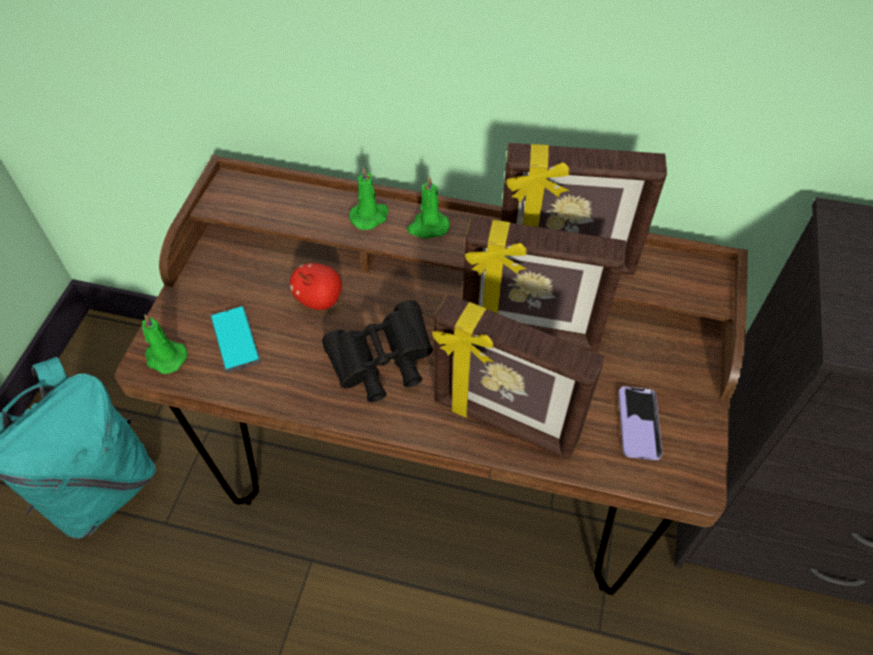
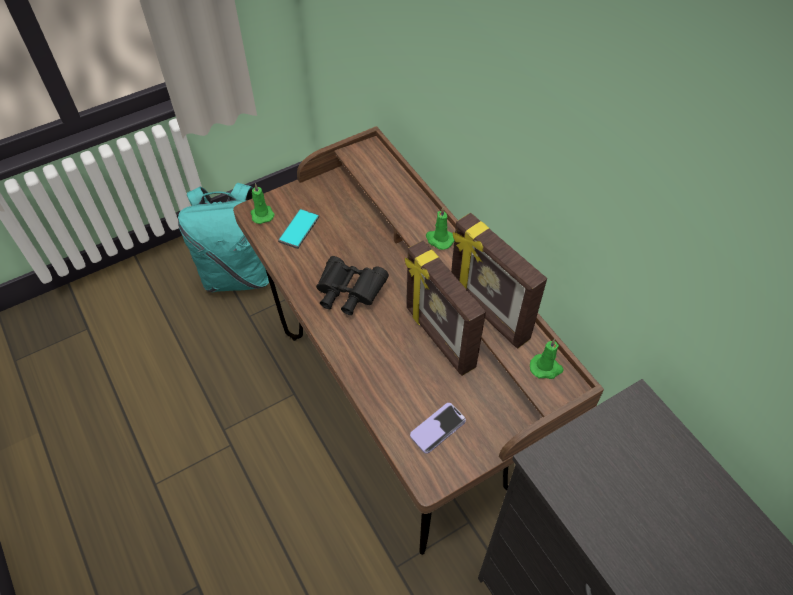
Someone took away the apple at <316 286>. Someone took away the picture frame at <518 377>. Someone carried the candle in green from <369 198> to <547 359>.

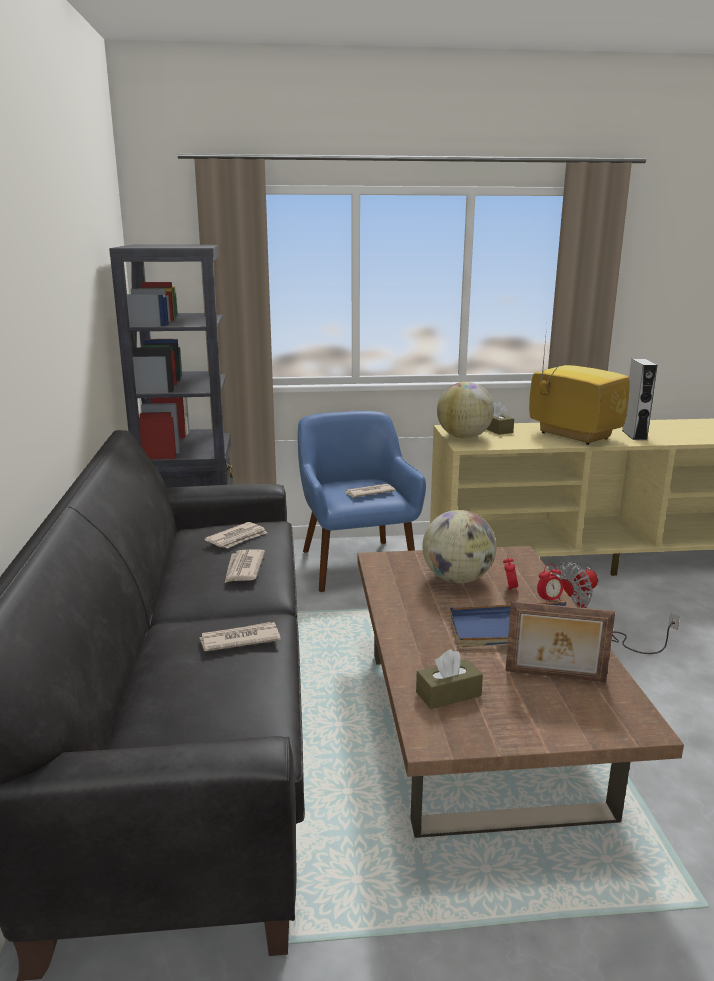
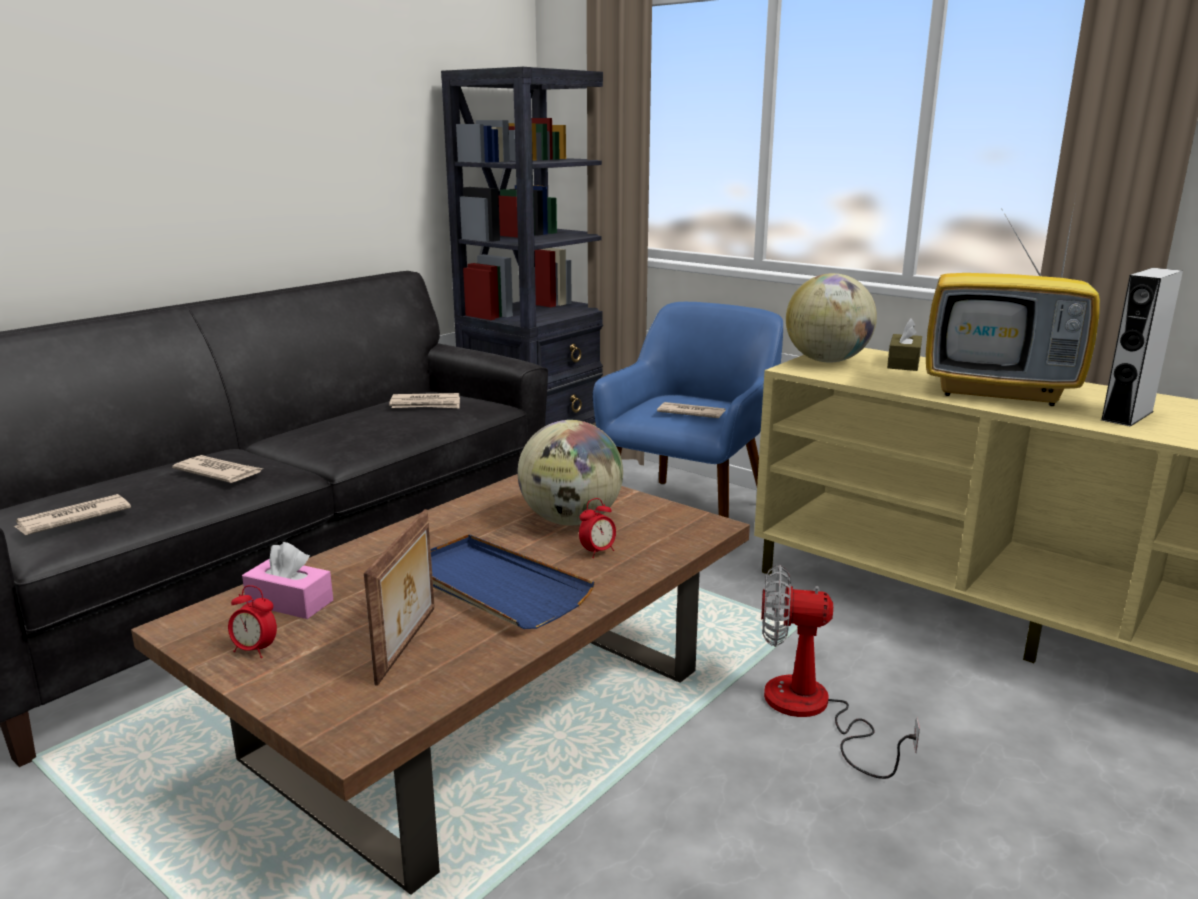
Someone carried the newspaper from <245 566> to <72 514>. Someone carried the alarm clock from <550 583> to <252 621>. Someone repainted the tissue box in brown at <449 679>, which became the tissue box in pink at <287 580>. Someone rotated the picture frame at <560 641> by 135 degrees counterclockwise. Someone rotated the television at <579 386> by 105 degrees clockwise.

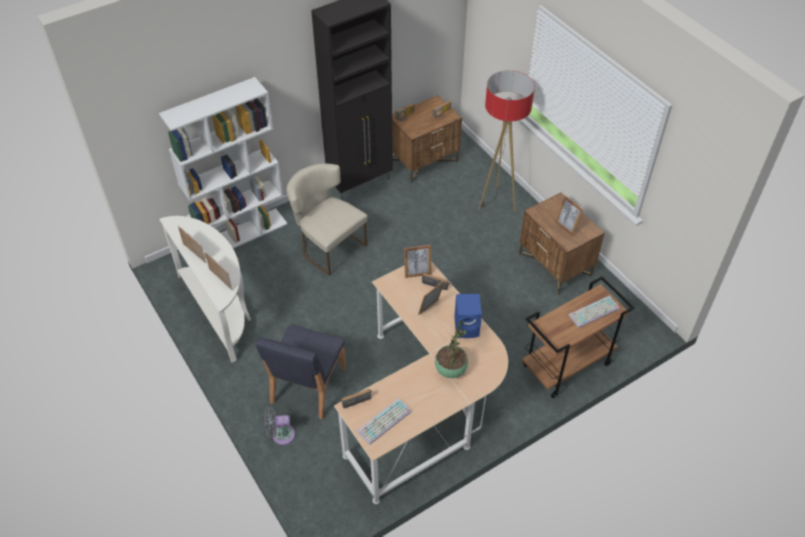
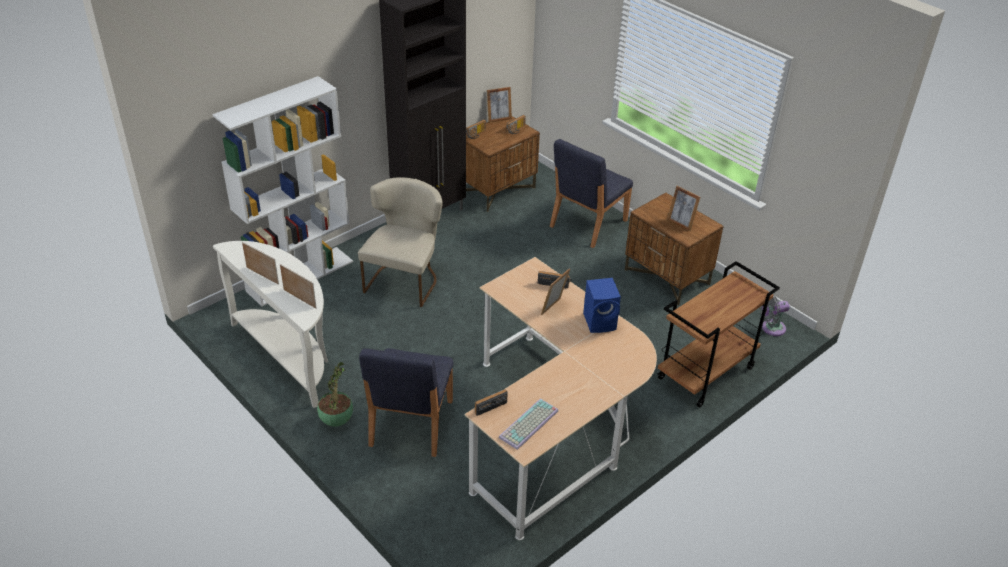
Someone took away the keyboard at <594 312>. Someone carried the fan in grey from <280 425> to <774 316>. Someone carried the picture frame from <418 261> to <499 105>. Someone carried the potted plant from <451 350> to <335 394>. Someone swapped the floor lamp at <506 141> for the chair in blue at <591 193>. Someone rotated the chair in beige at <326 219> by 75 degrees clockwise.

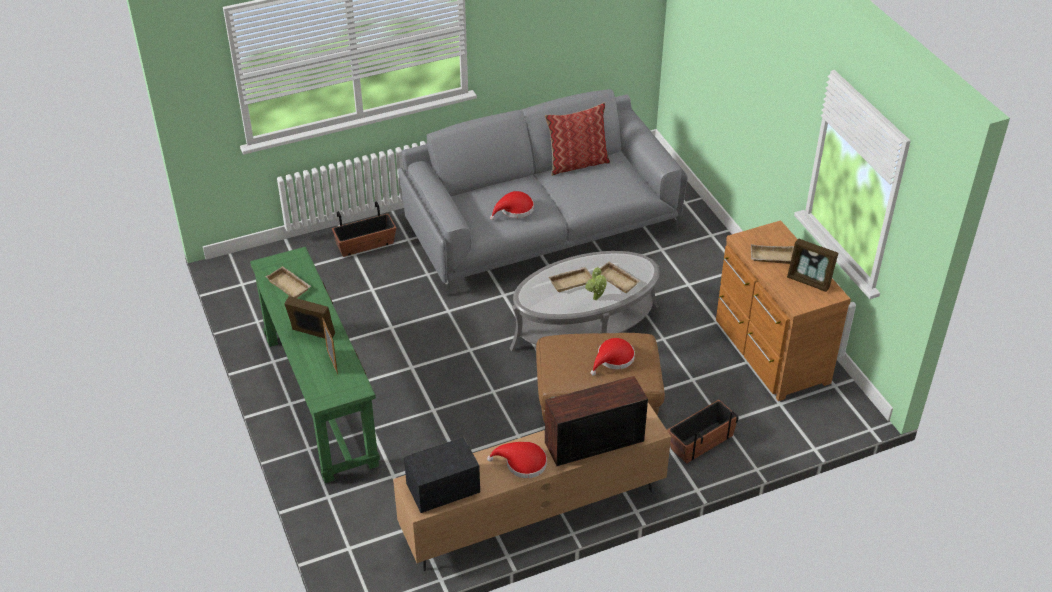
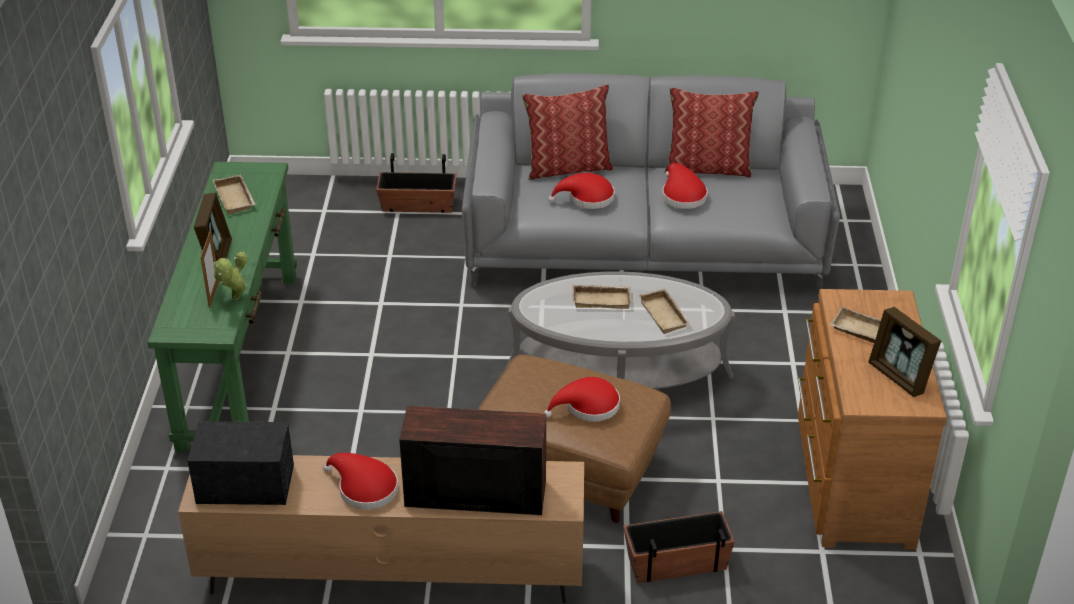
Someone put down the pillow at <567 132>. Someone put down the hat in red at <685 186>. Someone carried the potted plant from <596 283> to <230 275>. Someone rotated the picture frame at <309 317> by 45 degrees clockwise.

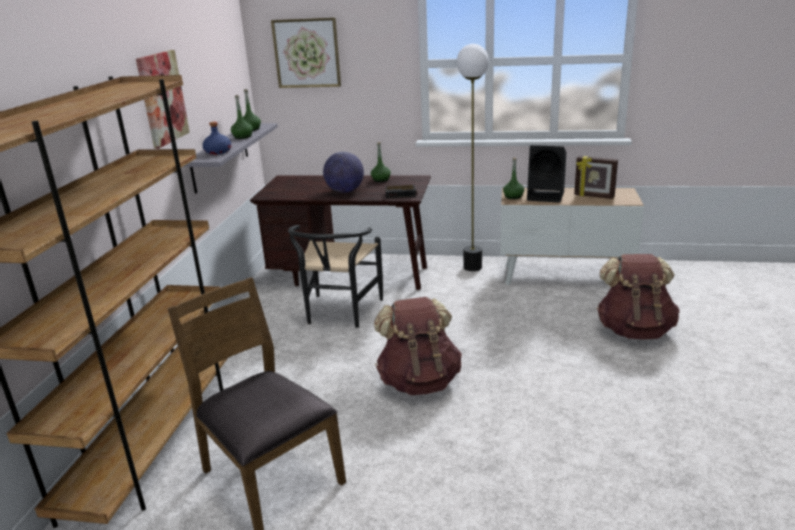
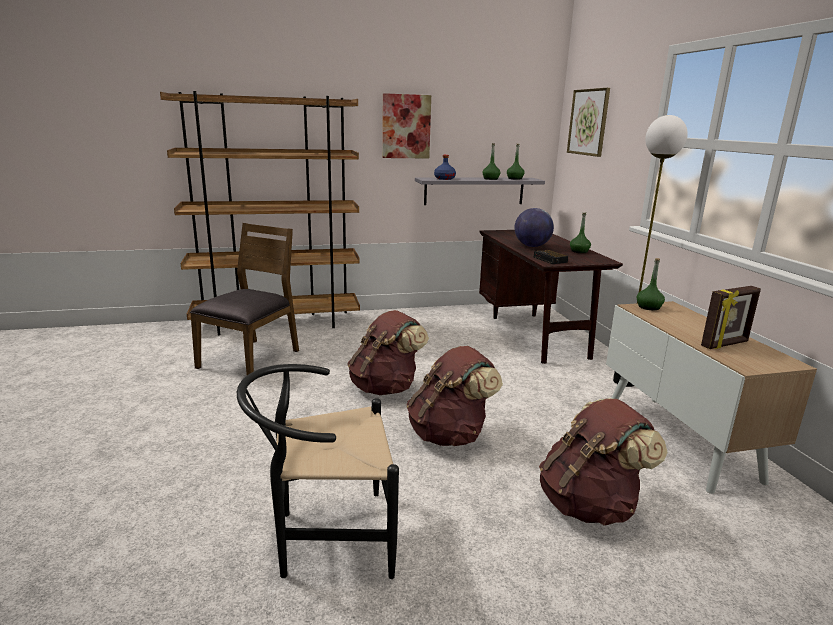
Someone took away the speaker in black at <546 174>. Someone put down the backpack in brown at <454 396>. Someone carried the chair in black from <335 276> to <318 471>. Someone rotated the picture frame at <596 177> by 120 degrees counterclockwise.

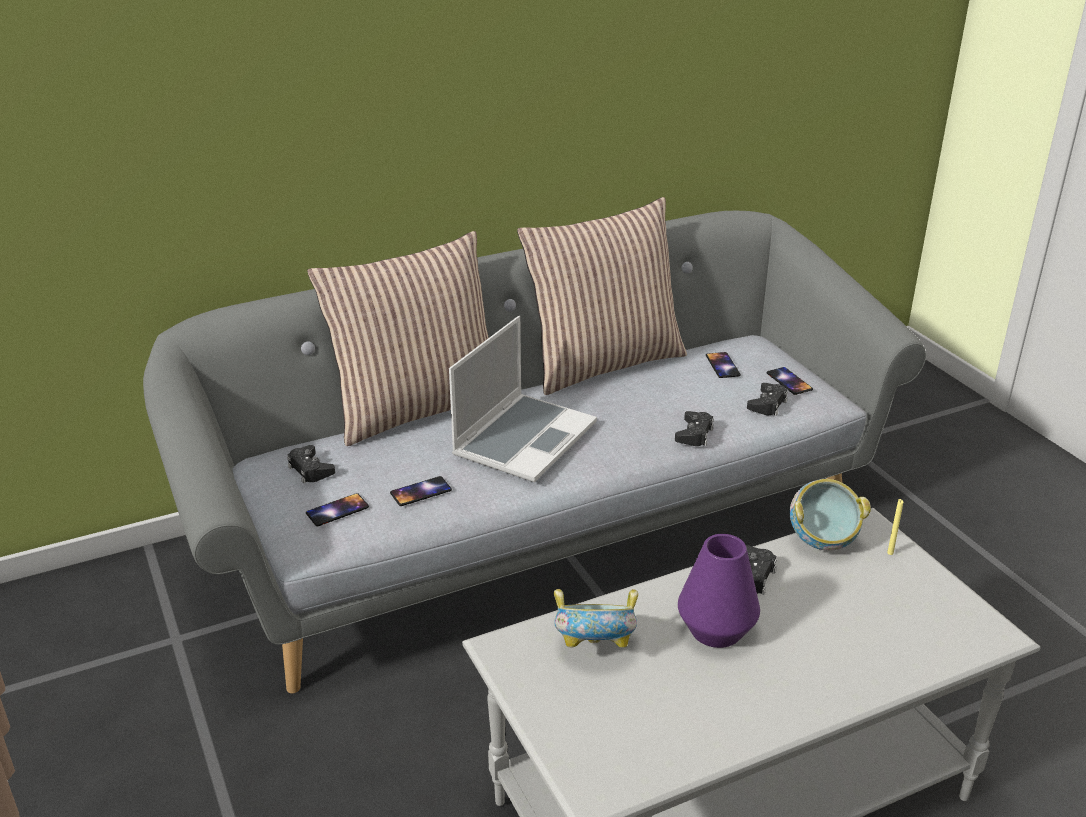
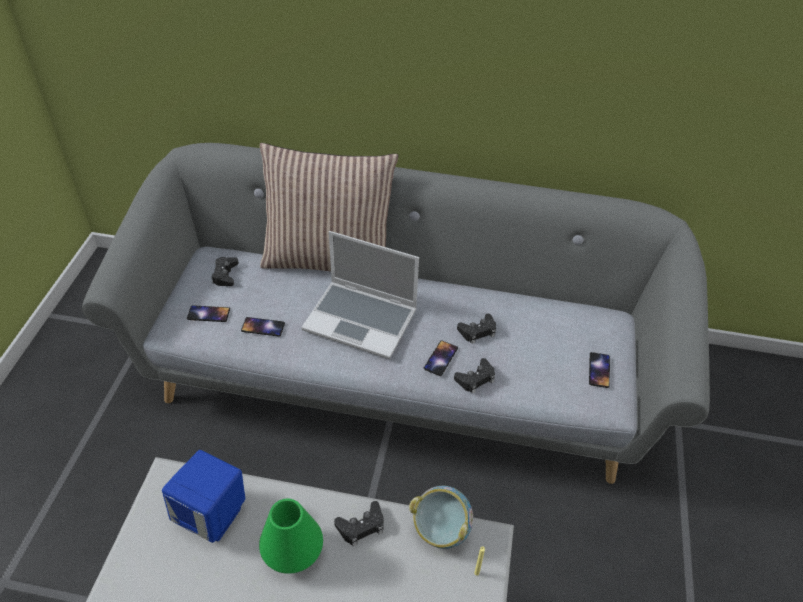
Someone took away the pillow at <602 296>. Someone carried the phone from <723 365> to <441 358>. Someone carried the game controller in black from <767 399> to <476 329>. Someone swapped the bowl at <596 618> for the speaker in blue at <203 496>. Someone repainted the vase in purple at <719 591>, which became the vase in green at <291 536>. Someone rotated the laptop at <523 399> by 45 degrees clockwise.

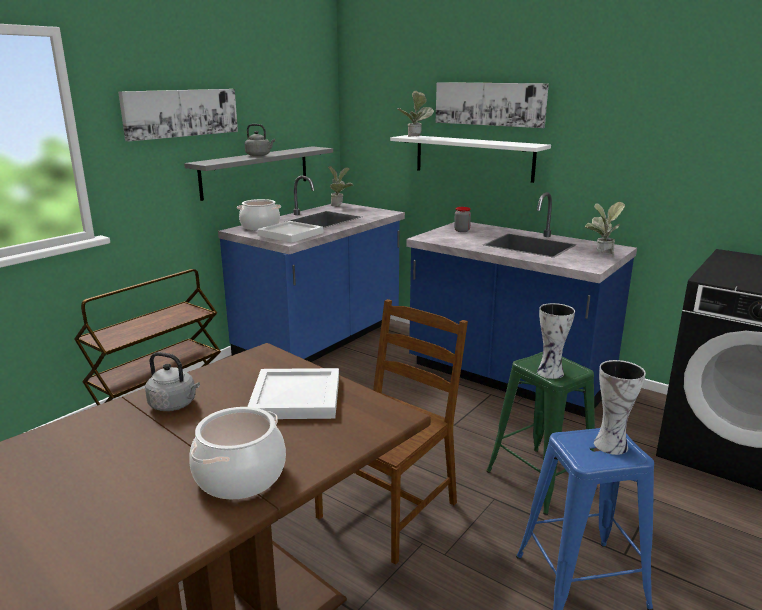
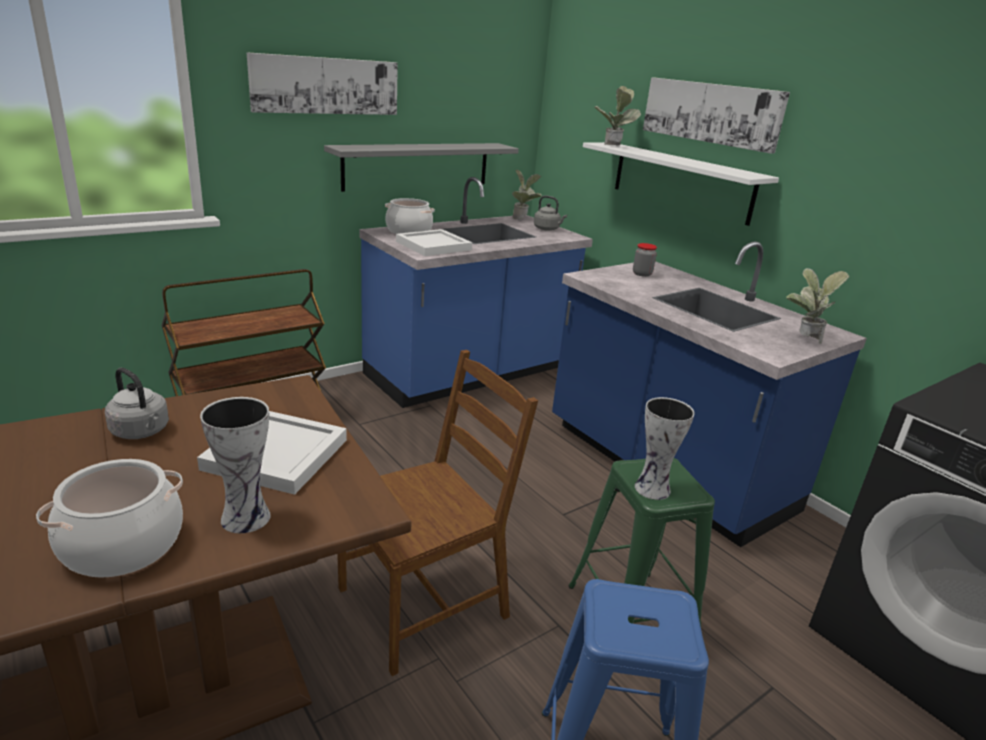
Someone carried the kettle in grey from <260 140> to <550 213>. Someone carried the vase from <620 407> to <235 465>.

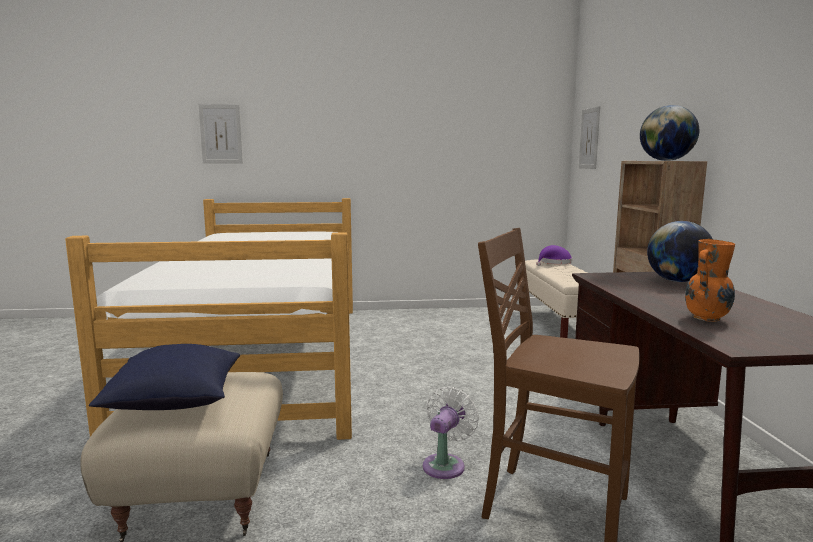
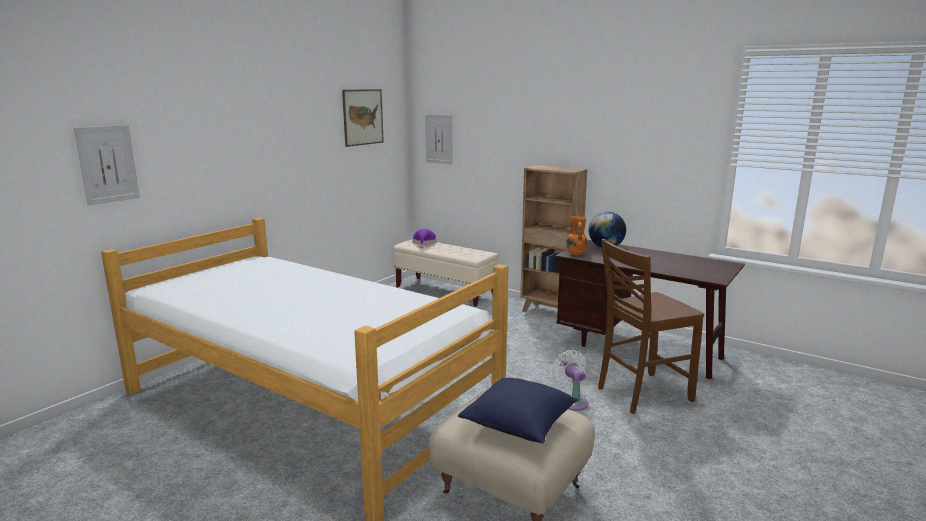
Someone took away the globe at <669 133>. Someone put up the picture at <363 118>. Someone carried the vase in orange from <710 280> to <576 235>.

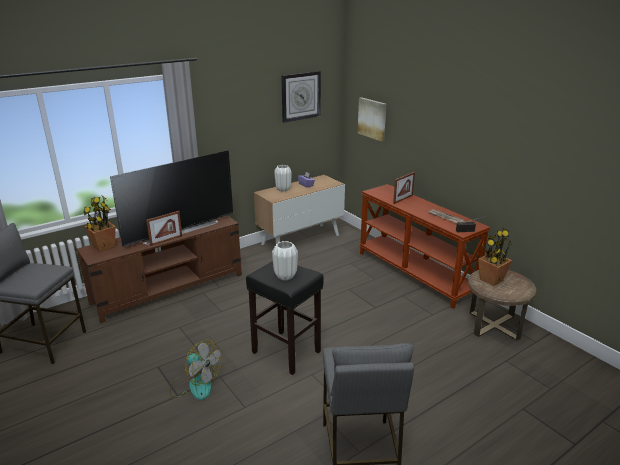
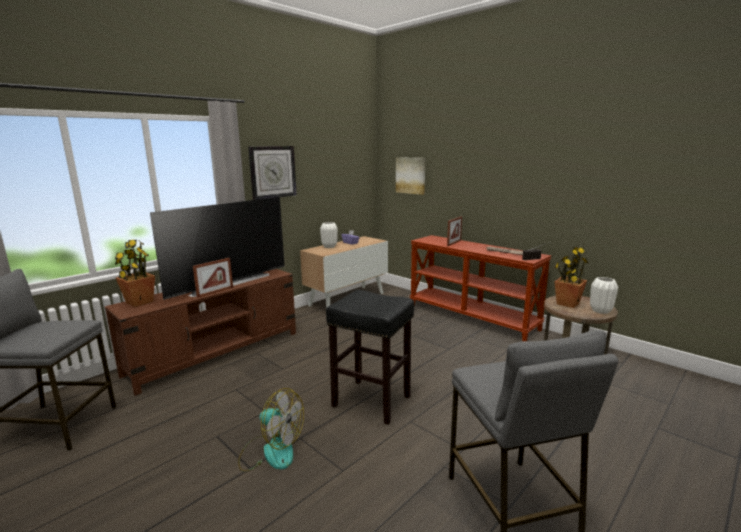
Someone carried the vase in white from <285 260> to <604 295>. Someone carried the wall clock from <301 96> to <272 173>.

